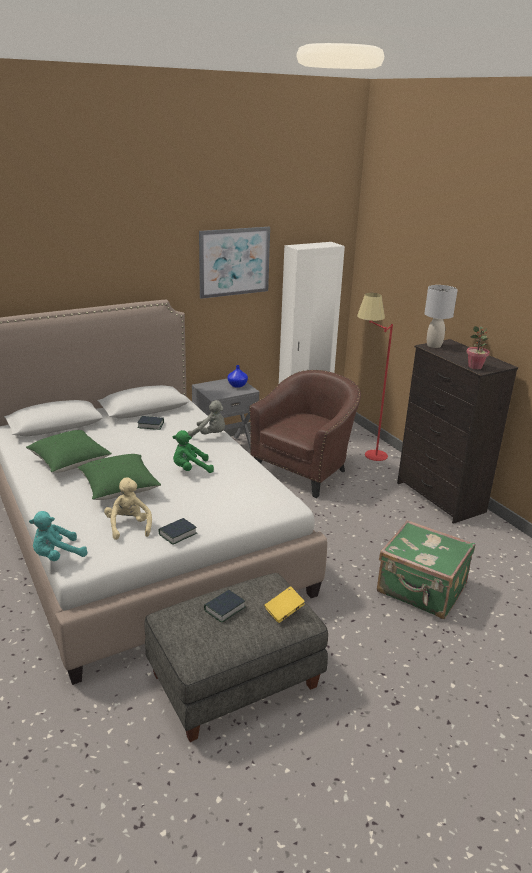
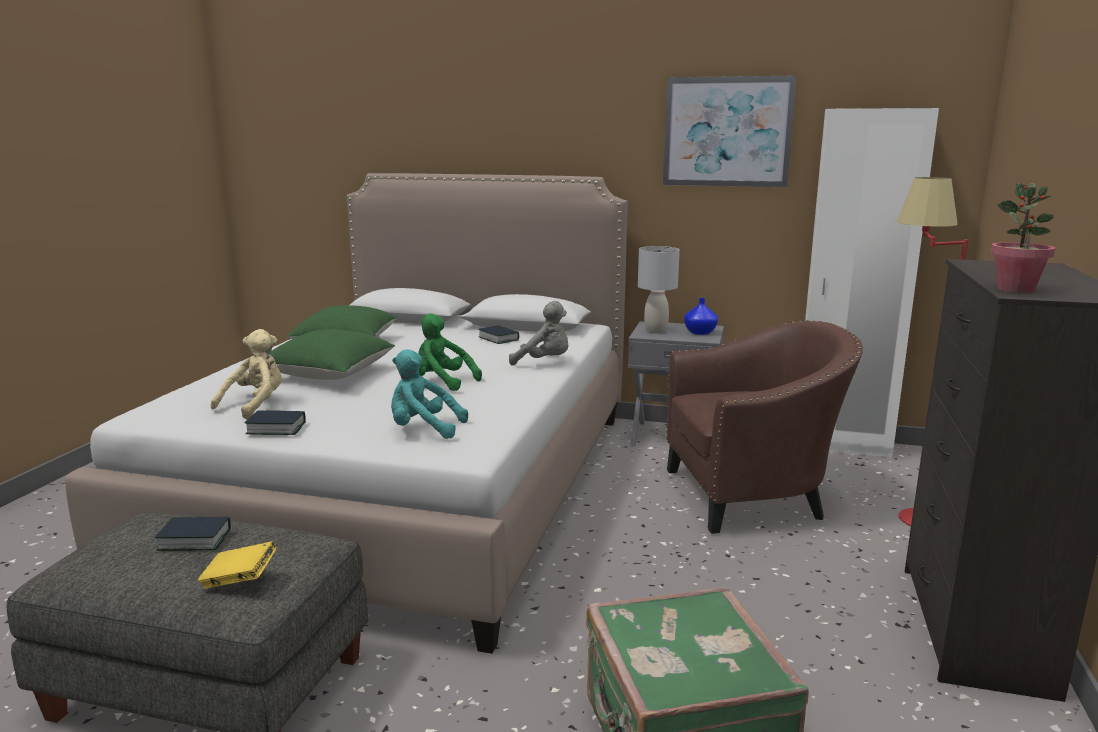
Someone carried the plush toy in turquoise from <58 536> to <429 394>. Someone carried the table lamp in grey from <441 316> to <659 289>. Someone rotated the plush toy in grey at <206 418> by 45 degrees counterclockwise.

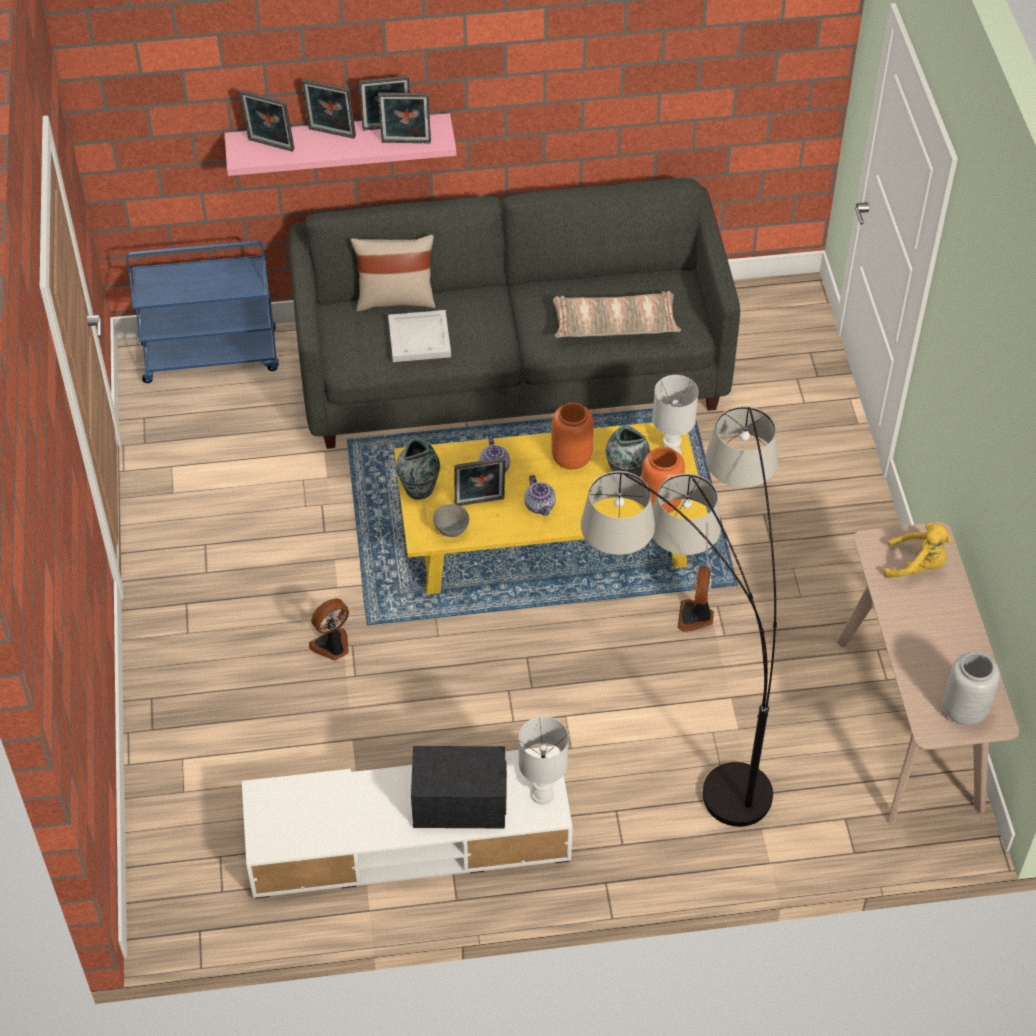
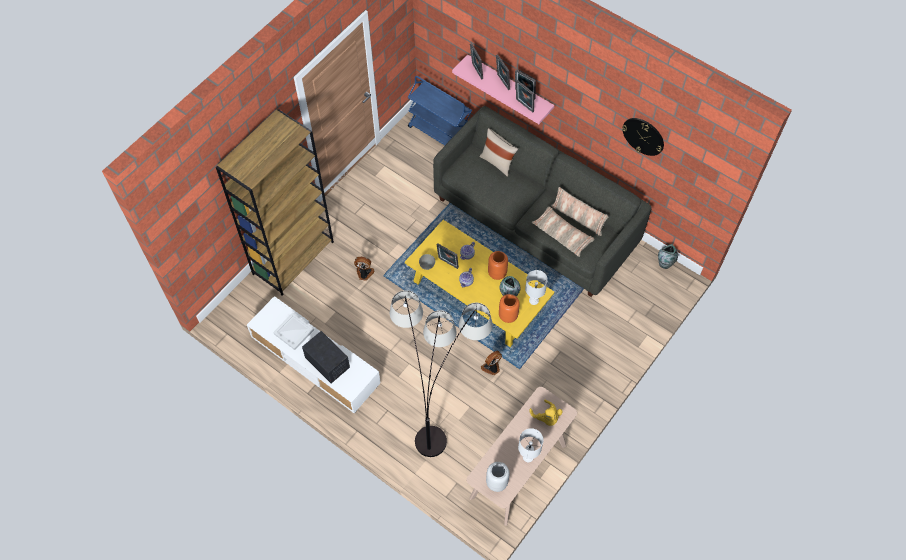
Someone put down the bookcase in brown at <275 202>. Someone put down the pillow at <579 211>. Someone put up the wall clock at <643 137>. Someone carried the tray in white from <419 336> to <293 331>. Someone carried the vase from <418 469> to <668 256>. Someone carried the table lamp in white from <544 760> to <530 445>.

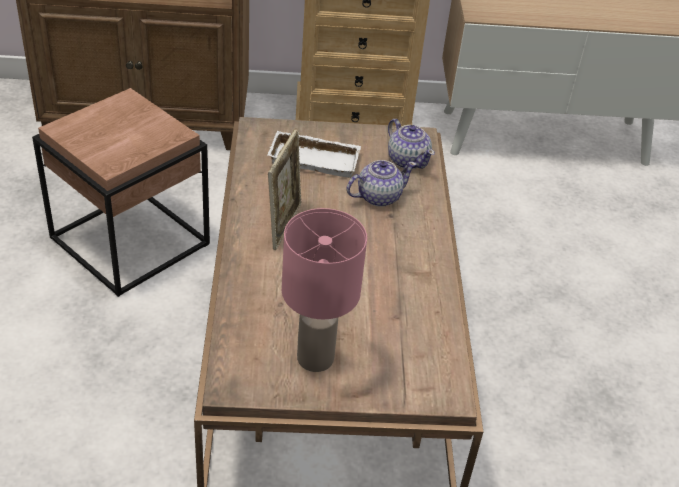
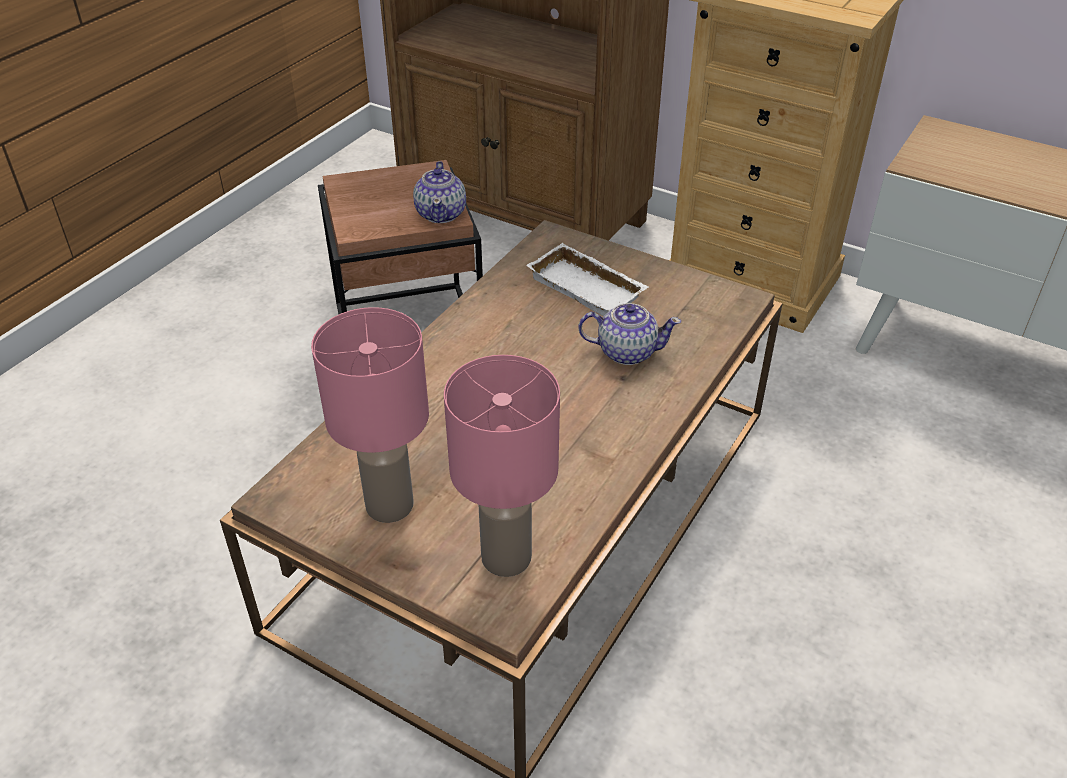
Someone took away the picture frame at <285 189>. Someone put down the table lamp in pink at <502 466>. Someone carried the teapot from <411 144> to <439 192>.

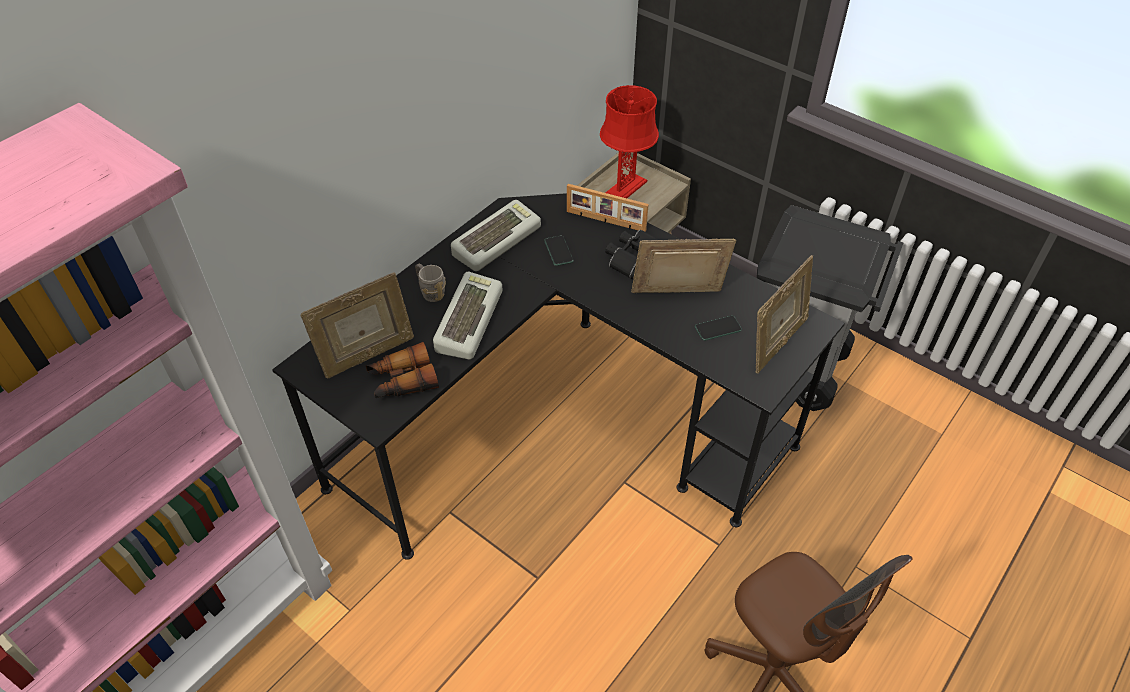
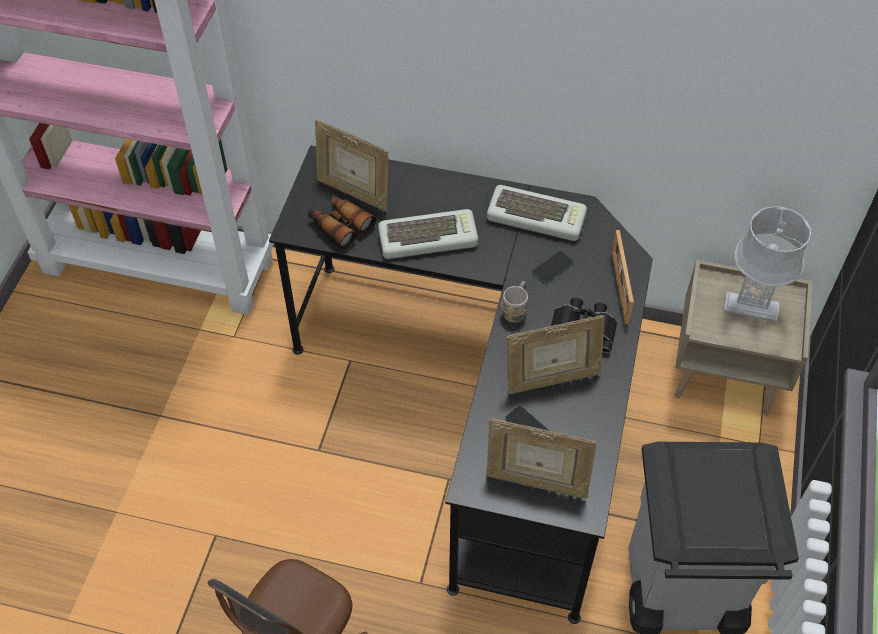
Someone carried the mug in grey from <430 283> to <514 302>. Someone repainted the table lamp in red at <629 141>, which became the table lamp in grey at <767 264>. Someone rotated the picture frame at <683 265> by 105 degrees clockwise.

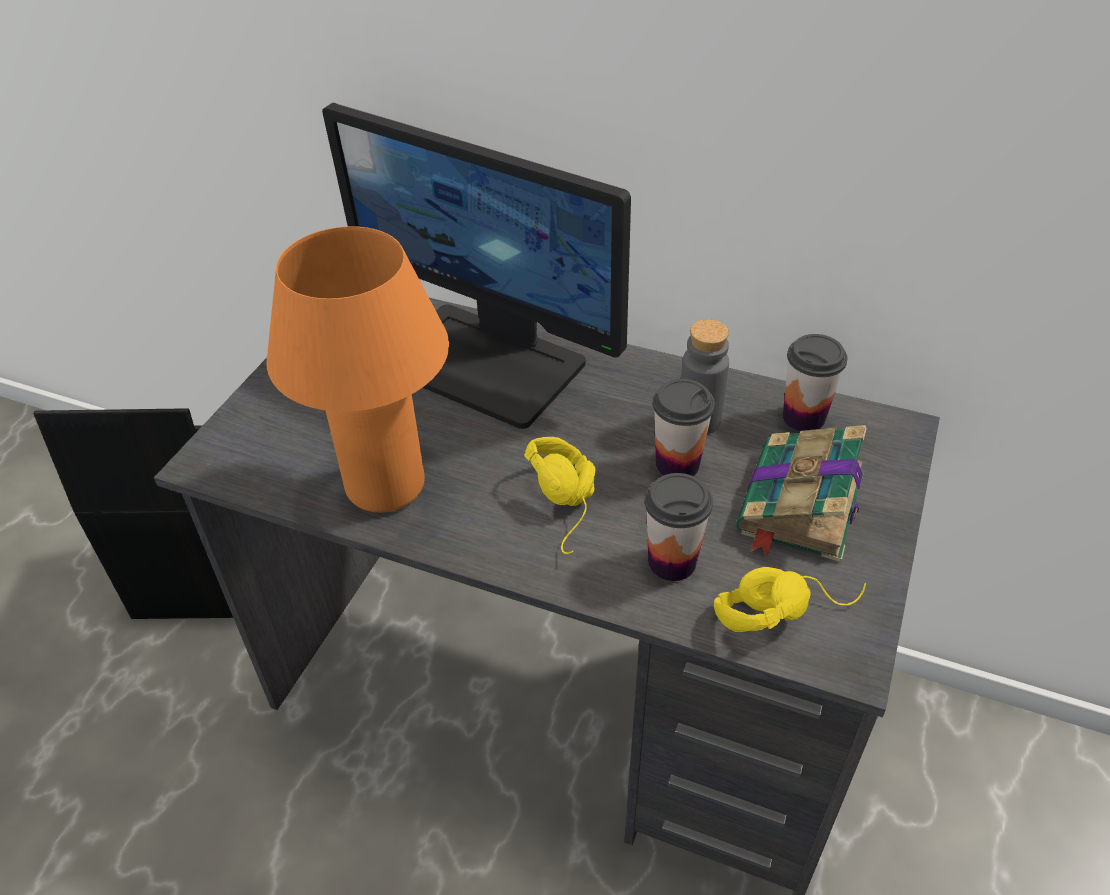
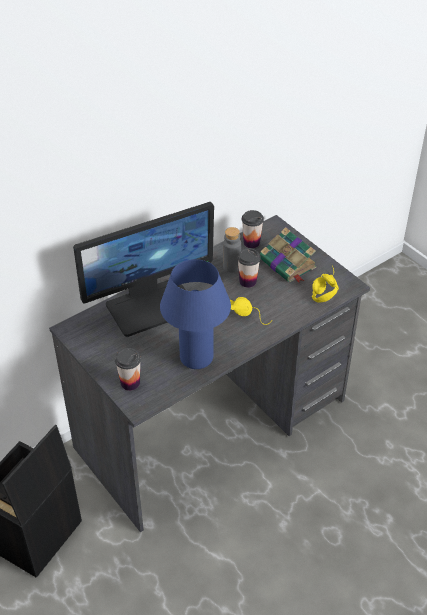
Someone carried the cup from <678 527> to <128 369>. Someone repainted the table lamp in orange at <357 369>, which became the table lamp in blue at <195 314>.

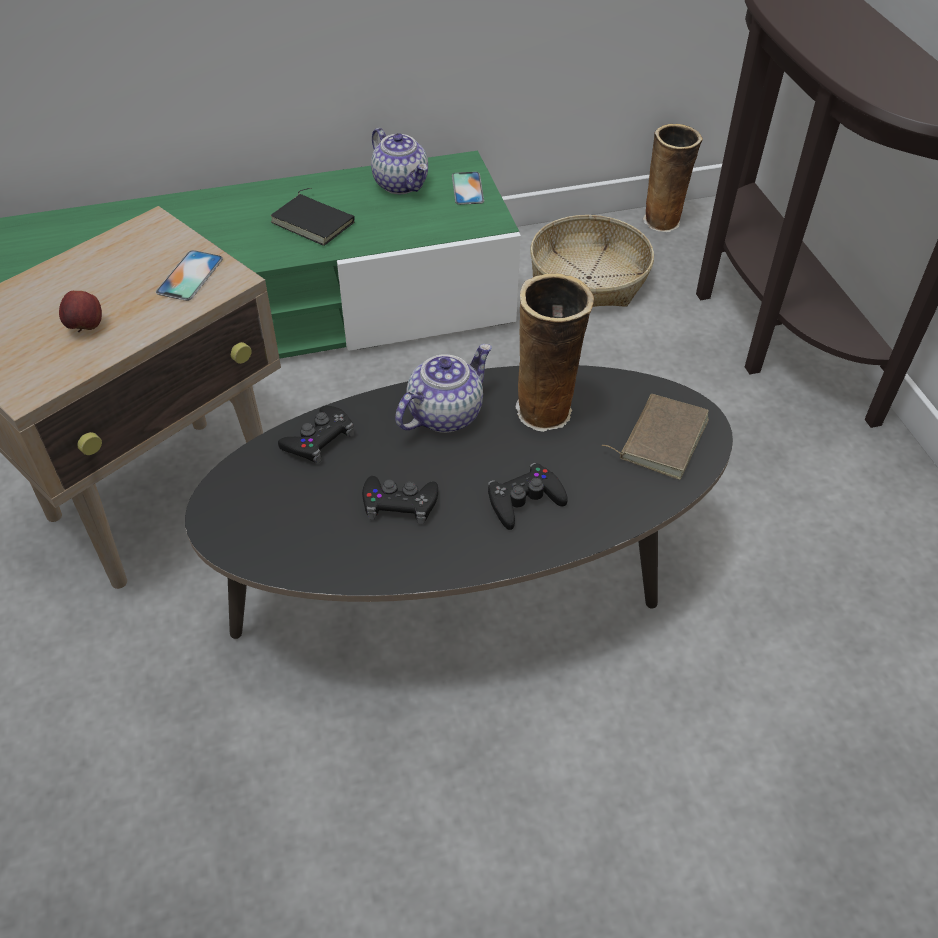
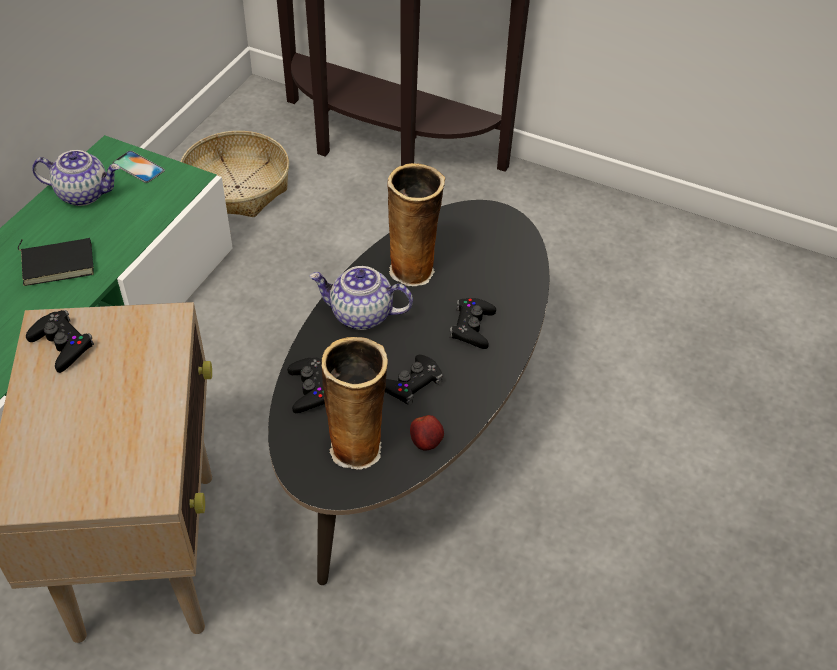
Someone took away the phone at <189 275>. Someone took away the book in brown at <655 437>. Someone put down the game controller in black at <60 341>. Someone carried the apple from <80 311> to <427 433>. Someone carried the vase from <673 178> to <354 403>. Someone rotated the teapot at <443 388> by 75 degrees counterclockwise.

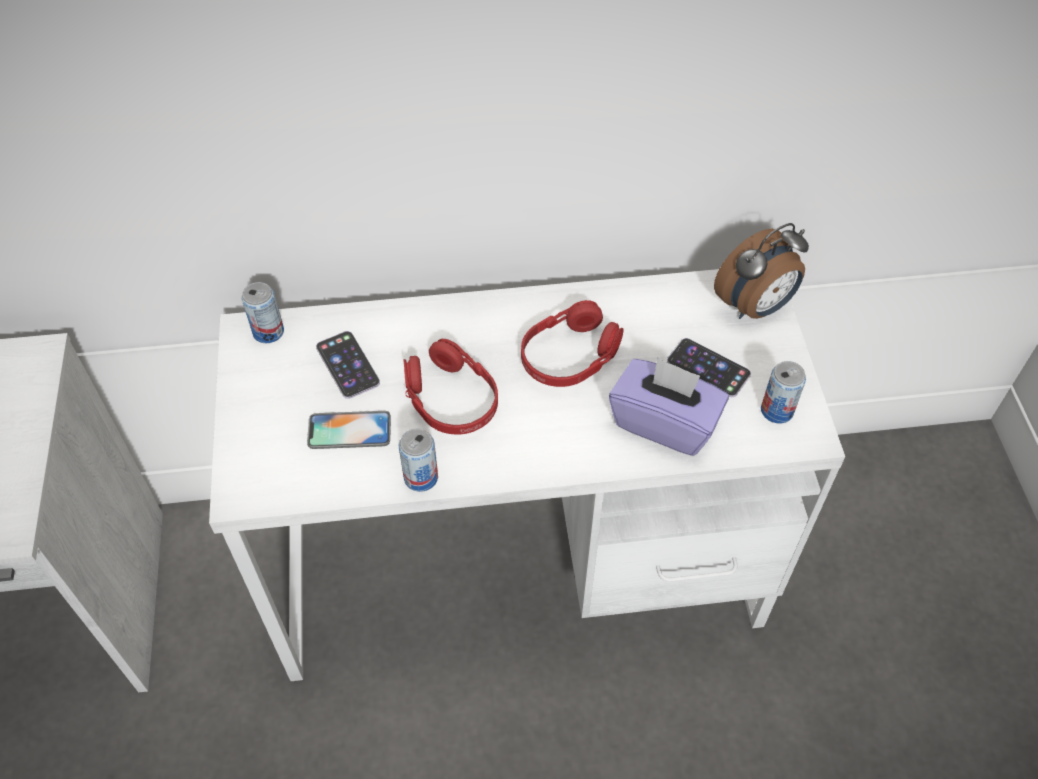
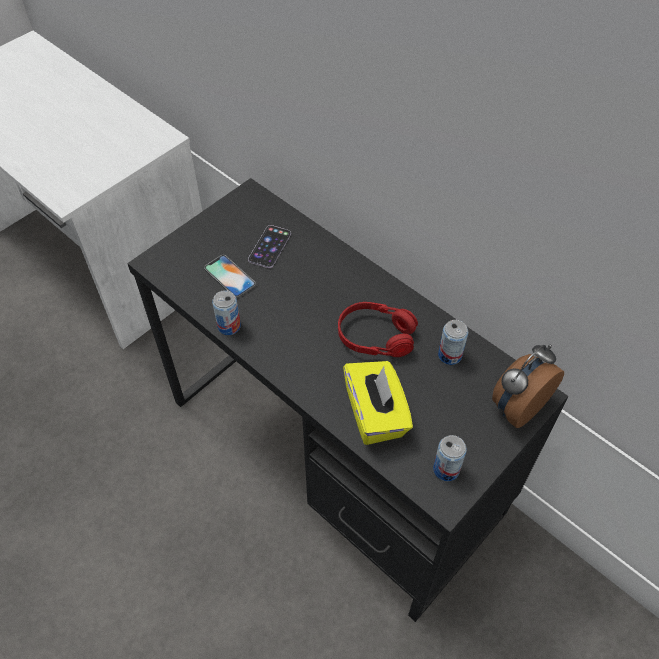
Someone took away the headphones in red at <450 387>. Someone took away the phone at <709 367>. Someone carried the can from <263 312> to <453 342>. Someone repainted the desk in white at <527 475>, which became the desk in black at <347 400>. Someone repainted the tissue box in purple at <669 406>, which became the tissue box in yellow at <378 403>. Someone rotated the alarm clock at <761 271> by 120 degrees clockwise.

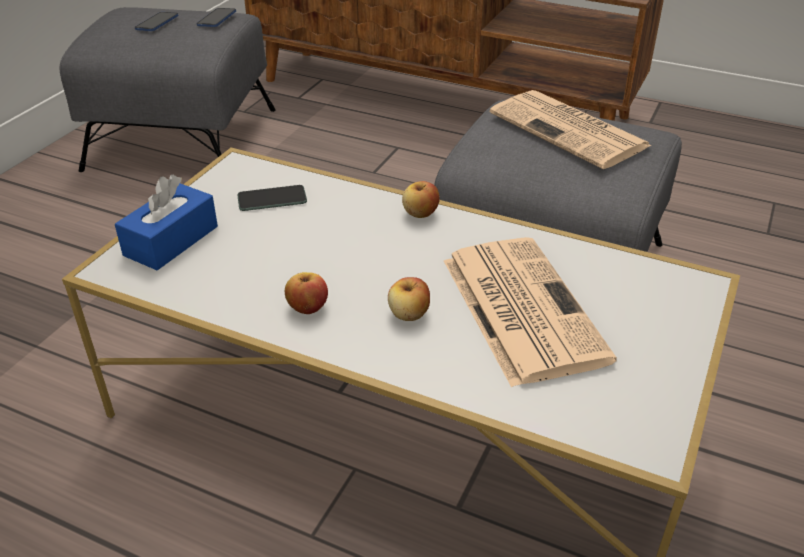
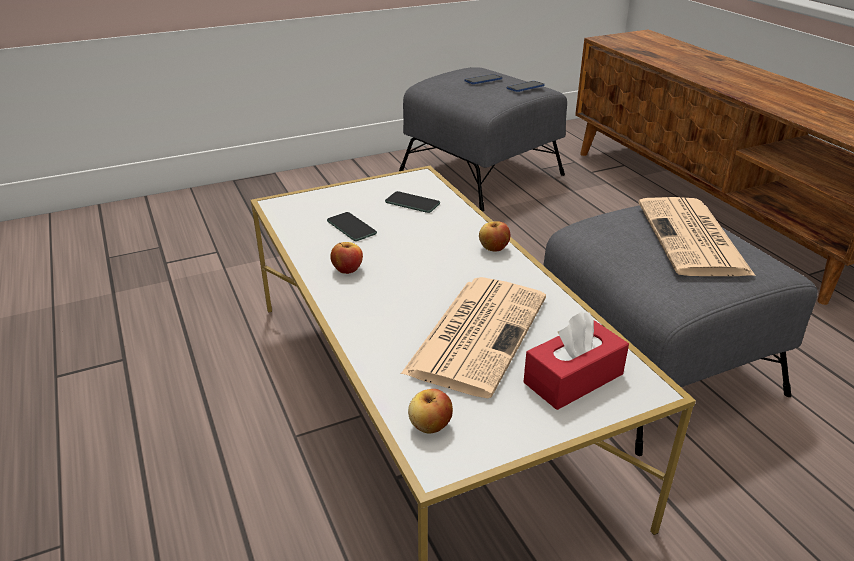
Someone took away the tissue box in blue at <166 222>. Someone put down the phone at <352 226>. Someone put down the tissue box in red at <576 361>. Someone carried the apple from <409 299> to <430 411>.

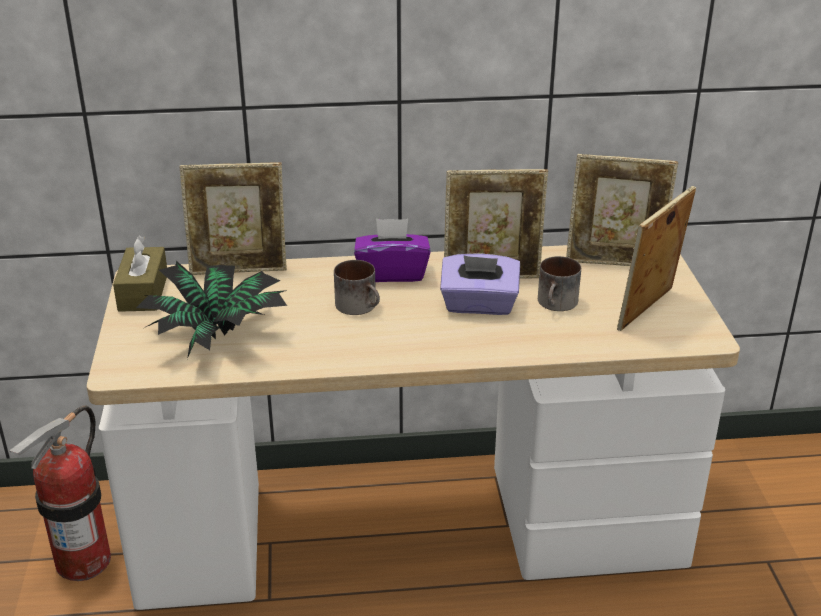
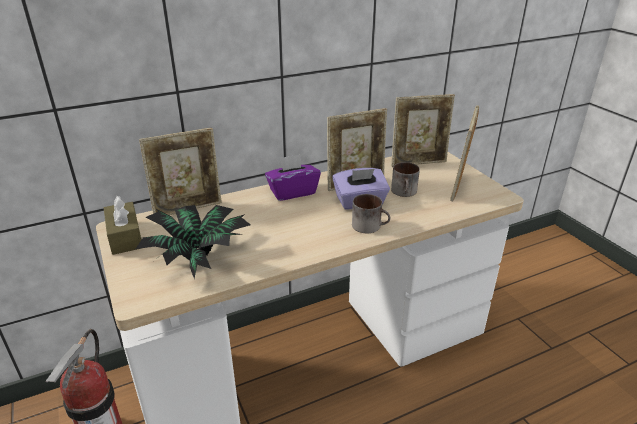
Someone carried the mug from <357 287> to <371 213>.

